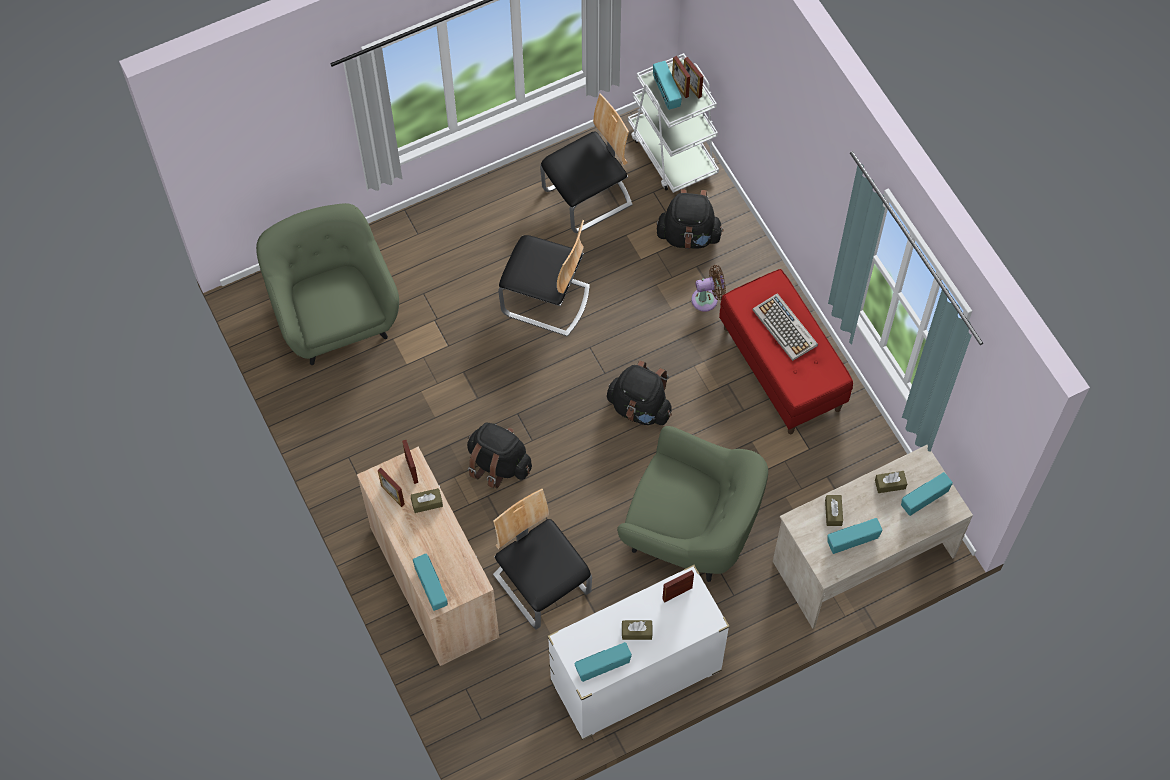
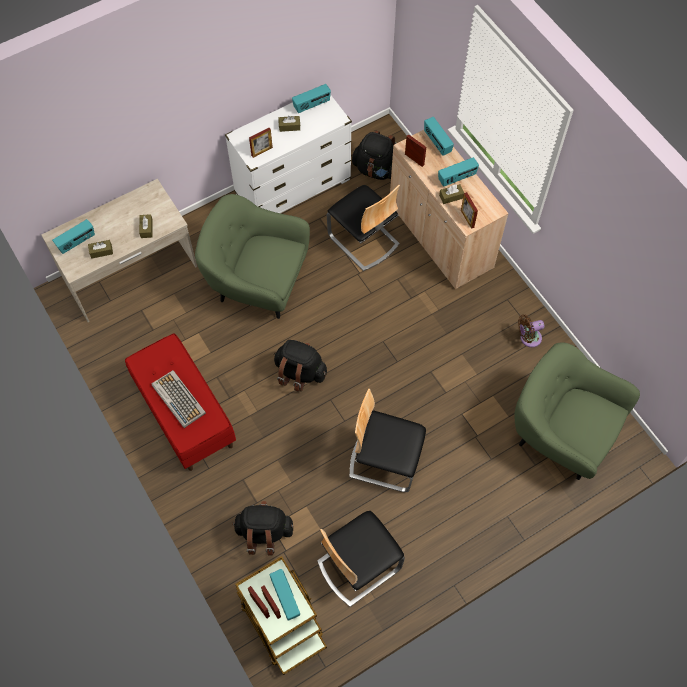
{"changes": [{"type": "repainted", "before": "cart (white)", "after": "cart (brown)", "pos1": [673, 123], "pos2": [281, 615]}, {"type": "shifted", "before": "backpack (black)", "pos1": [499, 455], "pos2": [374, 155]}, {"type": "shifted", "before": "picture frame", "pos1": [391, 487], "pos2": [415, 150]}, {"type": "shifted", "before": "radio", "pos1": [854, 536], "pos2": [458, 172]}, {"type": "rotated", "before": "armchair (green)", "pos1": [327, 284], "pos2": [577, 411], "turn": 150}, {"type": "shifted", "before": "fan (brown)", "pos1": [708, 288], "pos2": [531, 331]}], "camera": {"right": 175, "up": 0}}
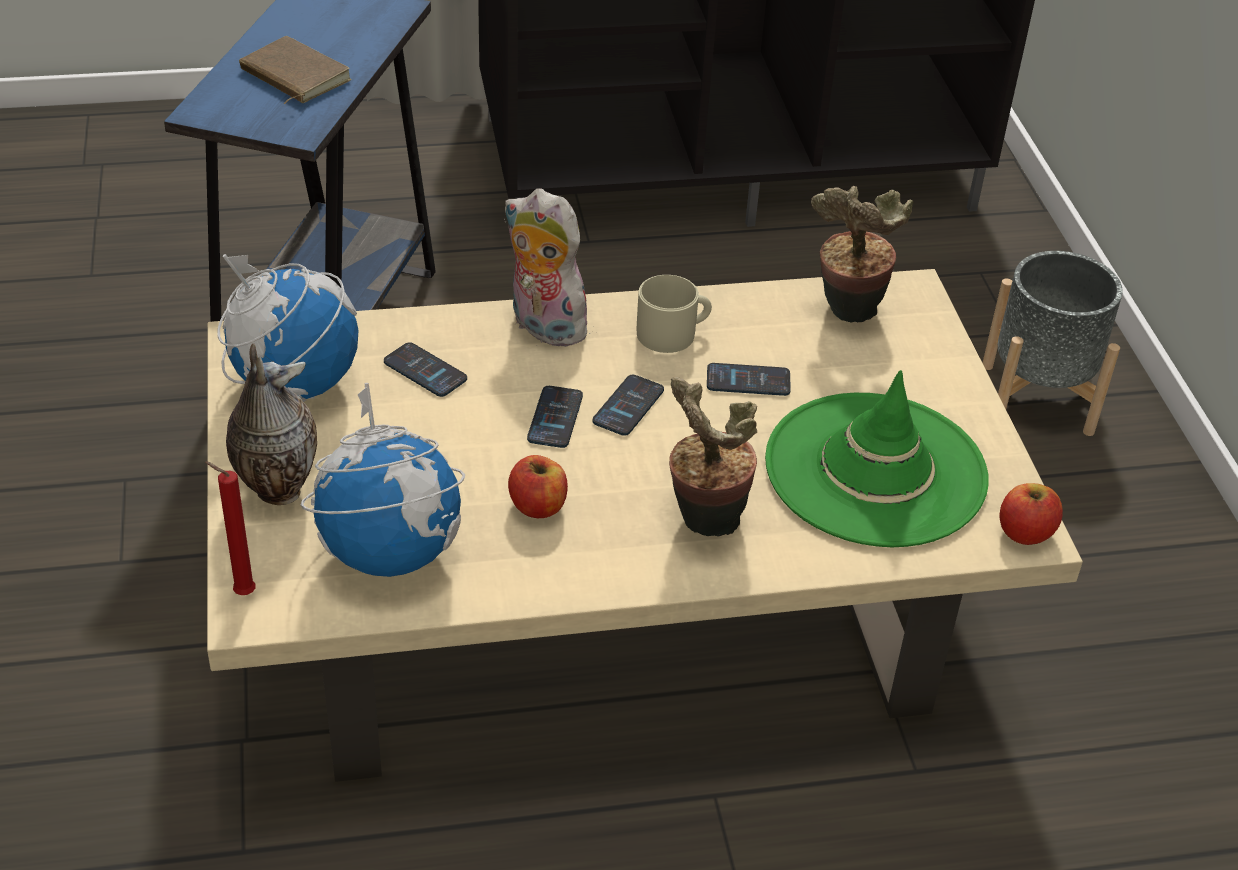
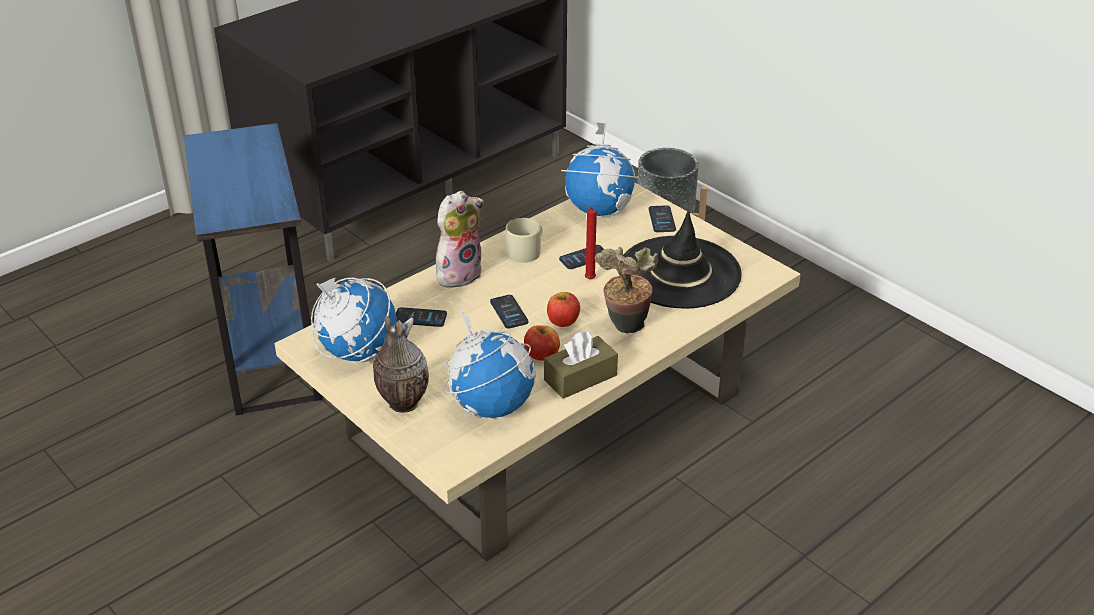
{"changes": [{"type": "rotated", "before": "plush toy", "pos1": [547, 268], "pos2": [460, 239], "turn": 135}, {"type": "new", "after": "tissue box (brown)", "pos2": [581, 365]}, {"type": "shifted", "before": "apple", "pos1": [1031, 514], "pos2": [563, 309]}, {"type": "swapped", "before": "potted plant", "after": "globe", "pos1": [862, 254], "pos2": [600, 169]}, {"type": "shifted", "before": "candle (red)", "pos1": [230, 528], "pos2": [590, 242]}, {"type": "repainted", "before": "hat (green)", "after": "hat (black)", "pos1": [877, 458], "pos2": [680, 259]}, {"type": "shifted", "before": "phone", "pos1": [628, 405], "pos2": [662, 218]}, {"type": "gone", "before": "book (brown)", "pos1": [295, 70]}], "camera": {"right": -30, "up": -5}}
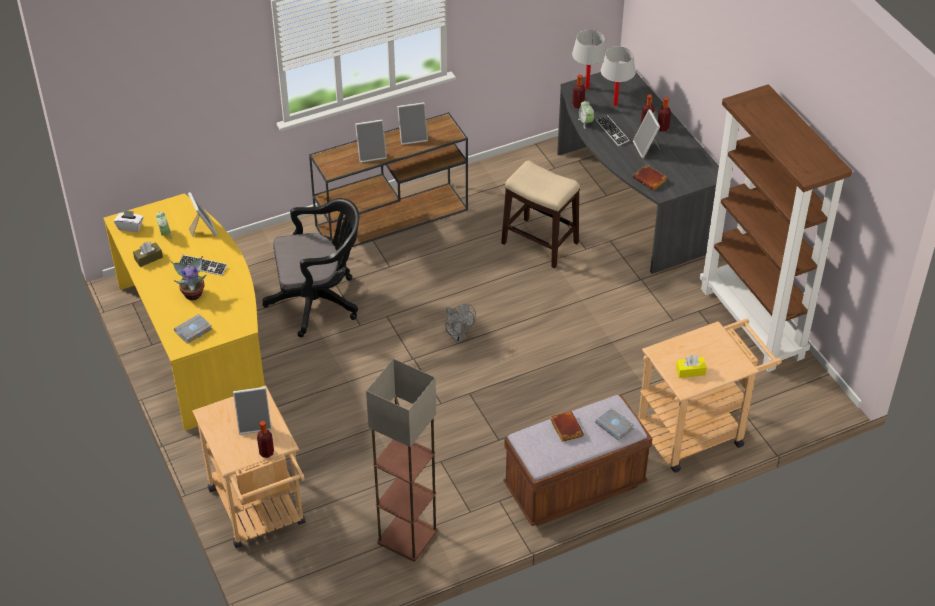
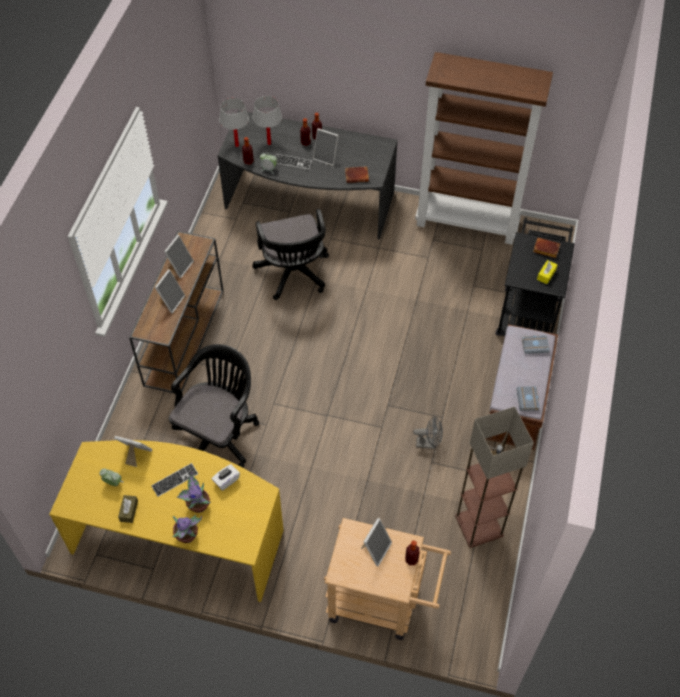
{"changes": [{"type": "new", "after": "potted plant", "pos2": [187, 529]}, {"type": "shifted", "before": "tissue box (white)", "pos1": [128, 221], "pos2": [226, 477]}, {"type": "swapped", "before": "stool", "after": "office chair (black)", "pos1": [540, 214], "pos2": [290, 254]}, {"type": "shifted", "before": "fan (grey)", "pos1": [460, 323], "pos2": [428, 432]}, {"type": "repainted", "before": "cart (beige)", "after": "cart (black)", "pos1": [710, 395], "pos2": [535, 276]}, {"type": "shifted", "before": "book (grey)", "pos1": [193, 329], "pos2": [528, 398]}, {"type": "shifted", "before": "book (brown)", "pos1": [567, 426], "pos2": [547, 248]}], "camera": {"right": -50, "up": 10}}
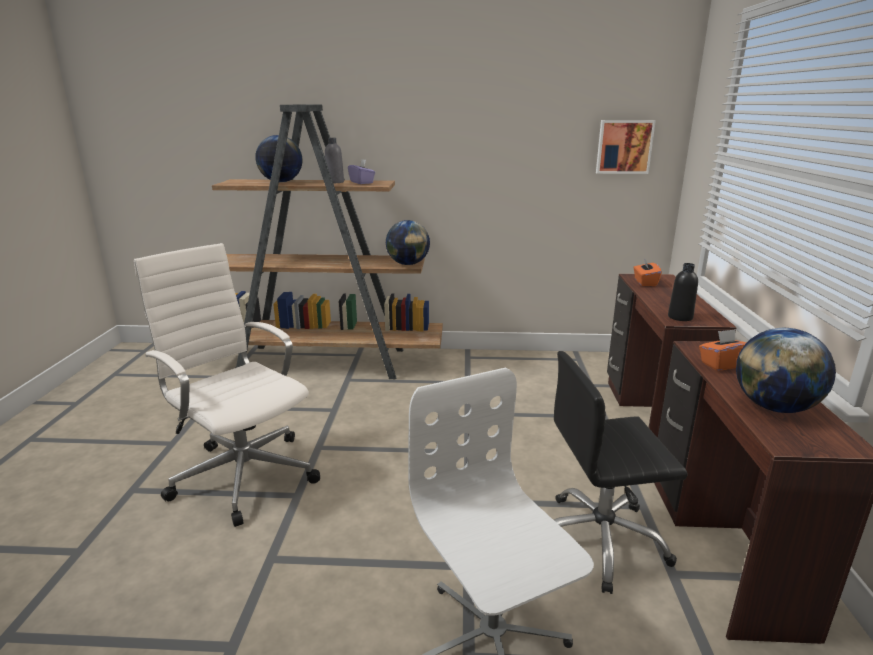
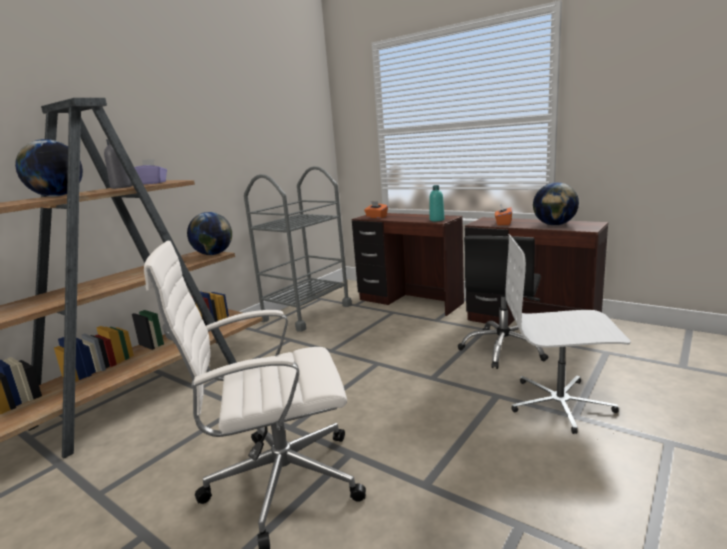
{"changes": [{"type": "new", "after": "cart (grey)", "pos2": [298, 249]}, {"type": "repainted", "before": "bottle (black)", "after": "bottle (turquoise)", "pos1": [683, 292], "pos2": [437, 203]}, {"type": "gone", "before": "picture", "pos1": [626, 147]}], "camera": {"right": -55, "up": -5}}
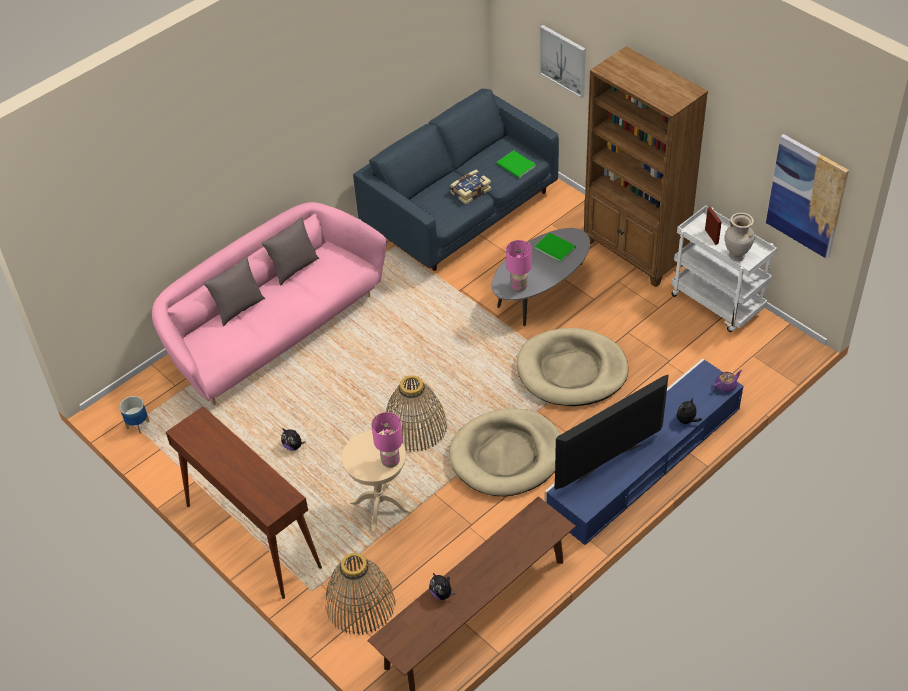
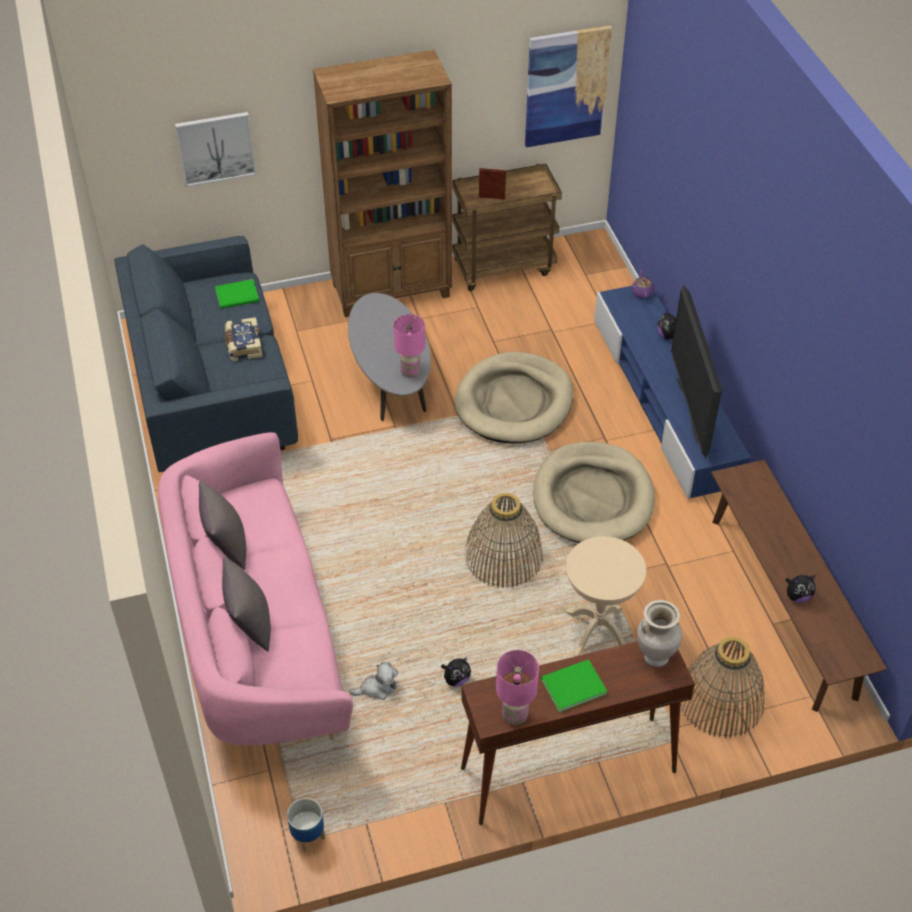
{"changes": [{"type": "new", "after": "plush toy", "pos2": [373, 681]}, {"type": "repainted", "before": "cart (white)", "after": "cart (brown)", "pos1": [724, 268], "pos2": [507, 227]}, {"type": "shifted", "before": "table lamp (pink)", "pos1": [387, 440], "pos2": [517, 687]}, {"type": "shifted", "before": "book (green)", "pos1": [555, 247], "pos2": [574, 685]}, {"type": "shifted", "before": "vase (beige)", "pos1": [740, 237], "pos2": [659, 633]}], "camera": {"right": -65, "up": 0}}
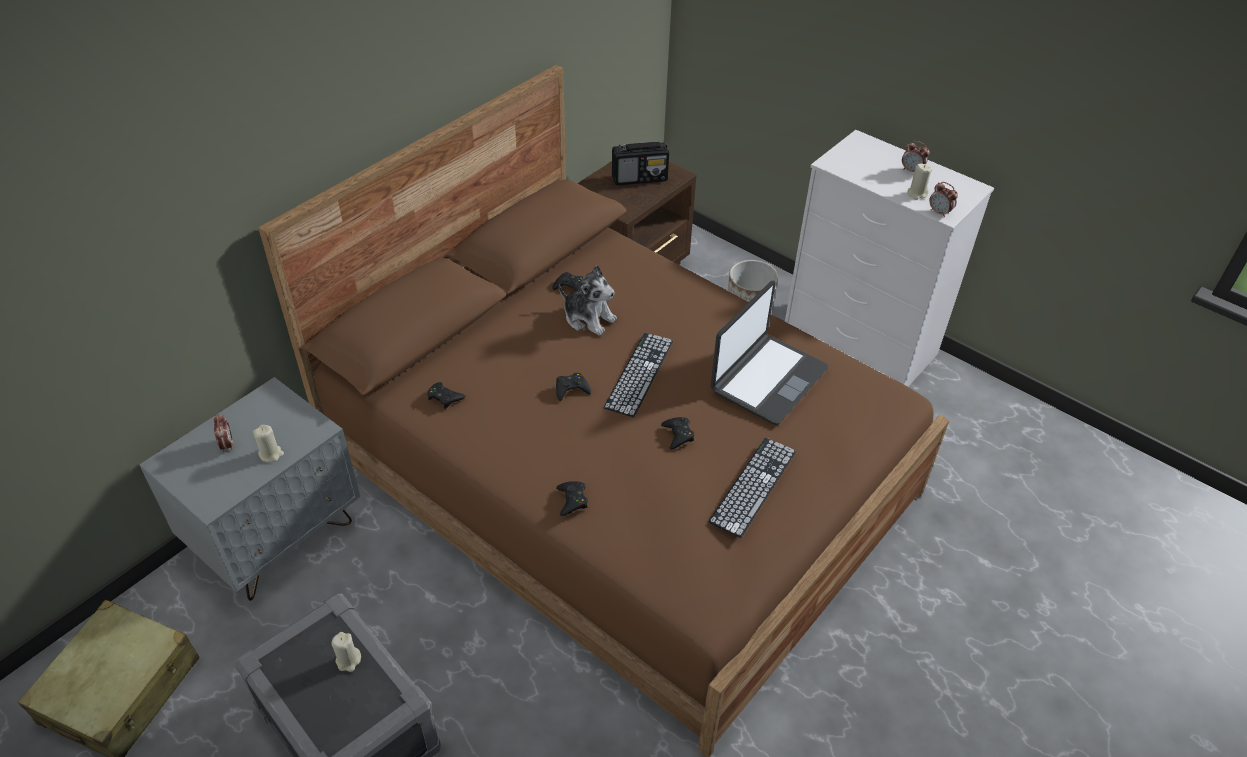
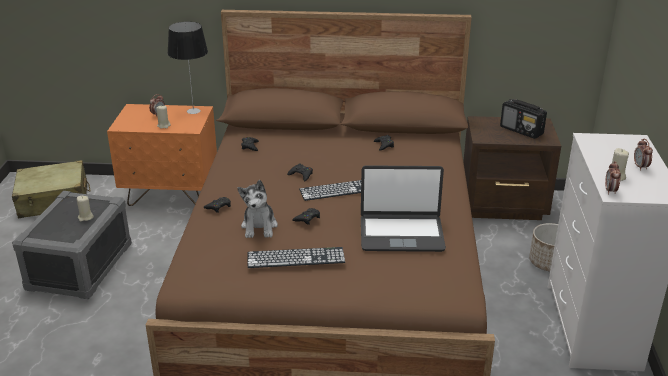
{"changes": [{"type": "repainted", "before": "nightstand (grey)", "after": "nightstand (orange)", "pos1": [249, 489], "pos2": [162, 155]}, {"type": "new", "after": "table lamp", "pos2": [187, 68]}, {"type": "shifted", "before": "plush toy", "pos1": [588, 300], "pos2": [257, 209]}], "camera": {"right": 55, "up": -15}}
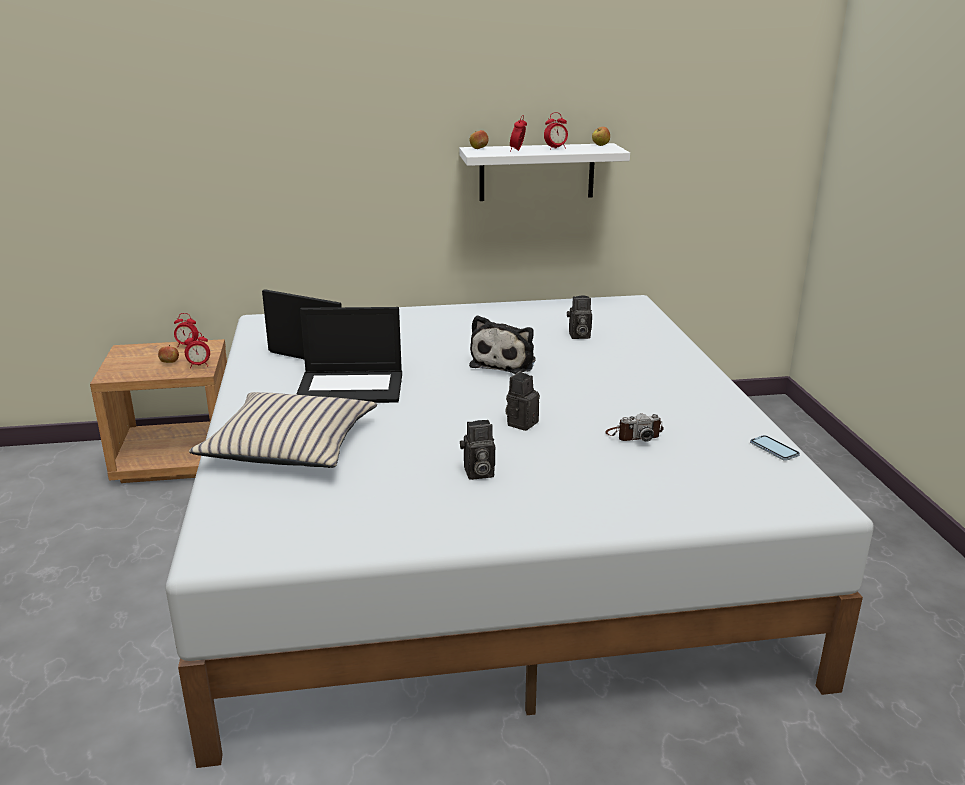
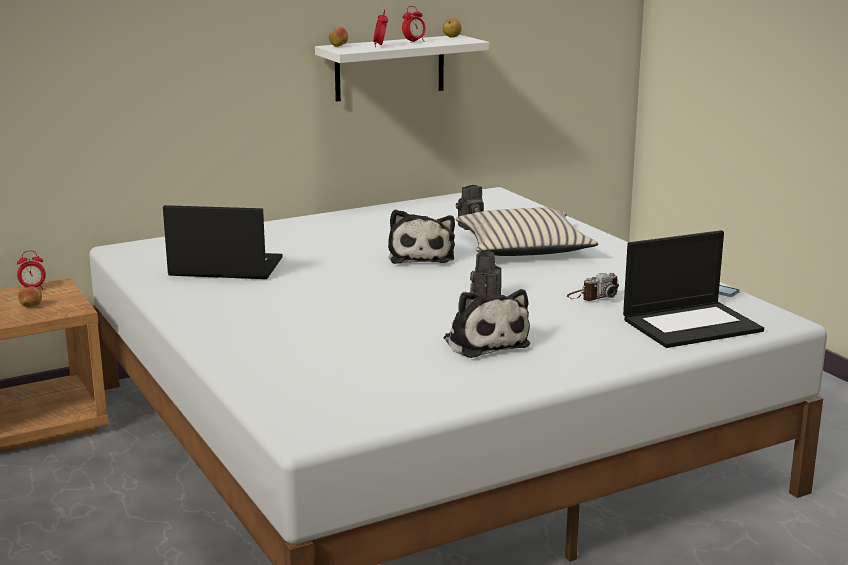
{"changes": [{"type": "swapped", "before": "photo camera", "after": "plush toy", "pos1": [477, 450], "pos2": [487, 323]}, {"type": "shifted", "before": "pillow (beige)", "pos1": [283, 430], "pos2": [527, 232]}, {"type": "shifted", "before": "laptop", "pos1": [349, 355], "pos2": [693, 289]}, {"type": "gone", "before": "alarm clock", "pos1": [197, 349]}], "camera": {"right": -20, "up": -5}}
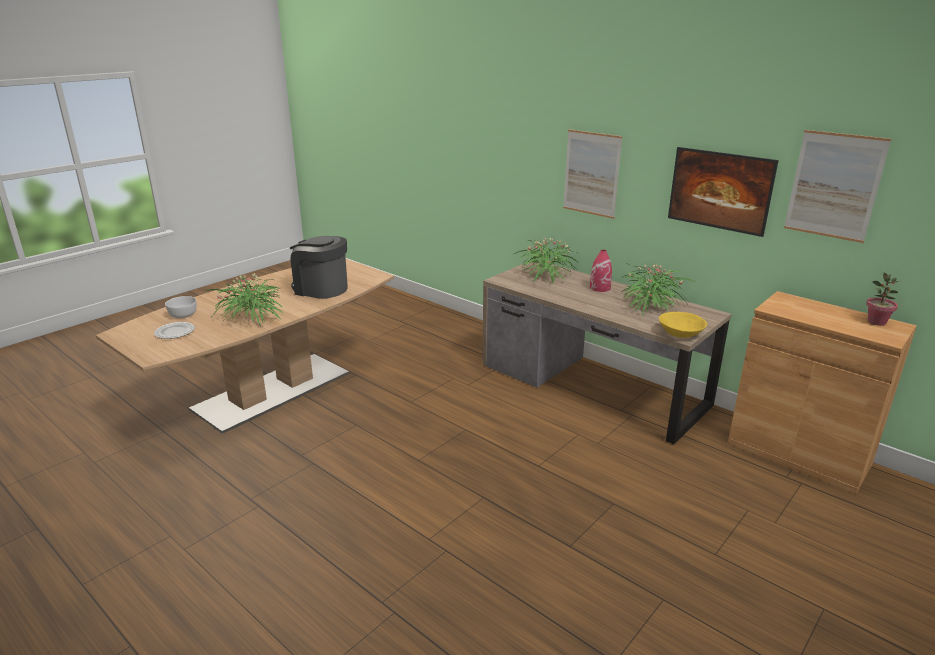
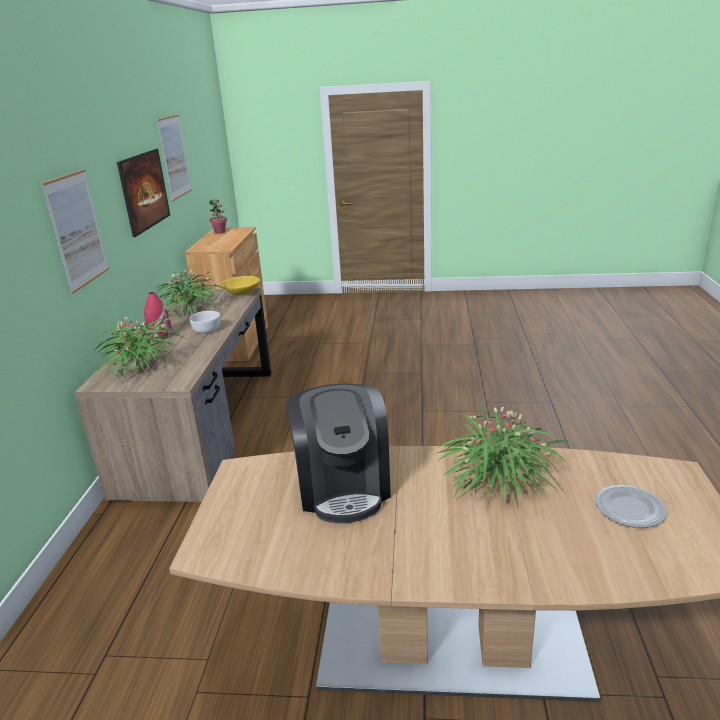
{"changes": [{"type": "shifted", "before": "bowl (white)", "pos1": [180, 307], "pos2": [204, 322]}], "camera": {"right": -125, "up": 0}}
